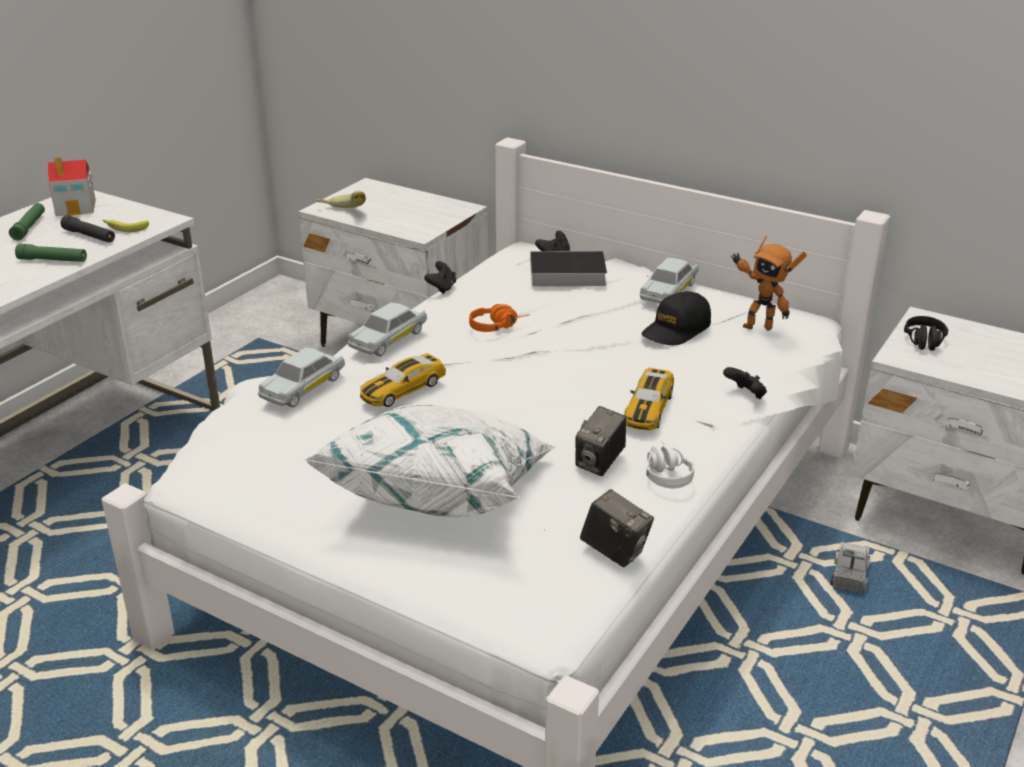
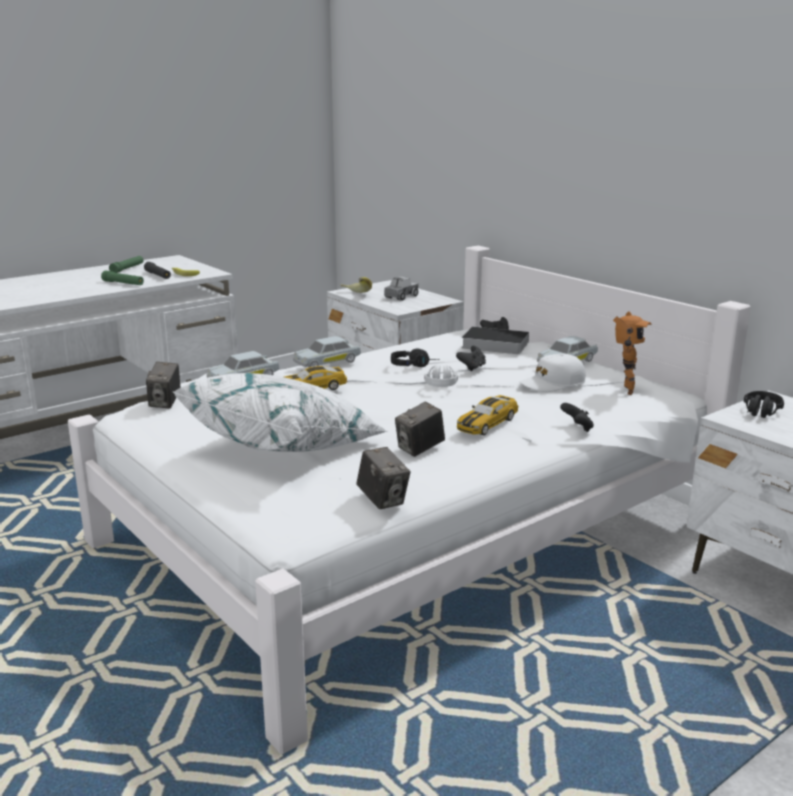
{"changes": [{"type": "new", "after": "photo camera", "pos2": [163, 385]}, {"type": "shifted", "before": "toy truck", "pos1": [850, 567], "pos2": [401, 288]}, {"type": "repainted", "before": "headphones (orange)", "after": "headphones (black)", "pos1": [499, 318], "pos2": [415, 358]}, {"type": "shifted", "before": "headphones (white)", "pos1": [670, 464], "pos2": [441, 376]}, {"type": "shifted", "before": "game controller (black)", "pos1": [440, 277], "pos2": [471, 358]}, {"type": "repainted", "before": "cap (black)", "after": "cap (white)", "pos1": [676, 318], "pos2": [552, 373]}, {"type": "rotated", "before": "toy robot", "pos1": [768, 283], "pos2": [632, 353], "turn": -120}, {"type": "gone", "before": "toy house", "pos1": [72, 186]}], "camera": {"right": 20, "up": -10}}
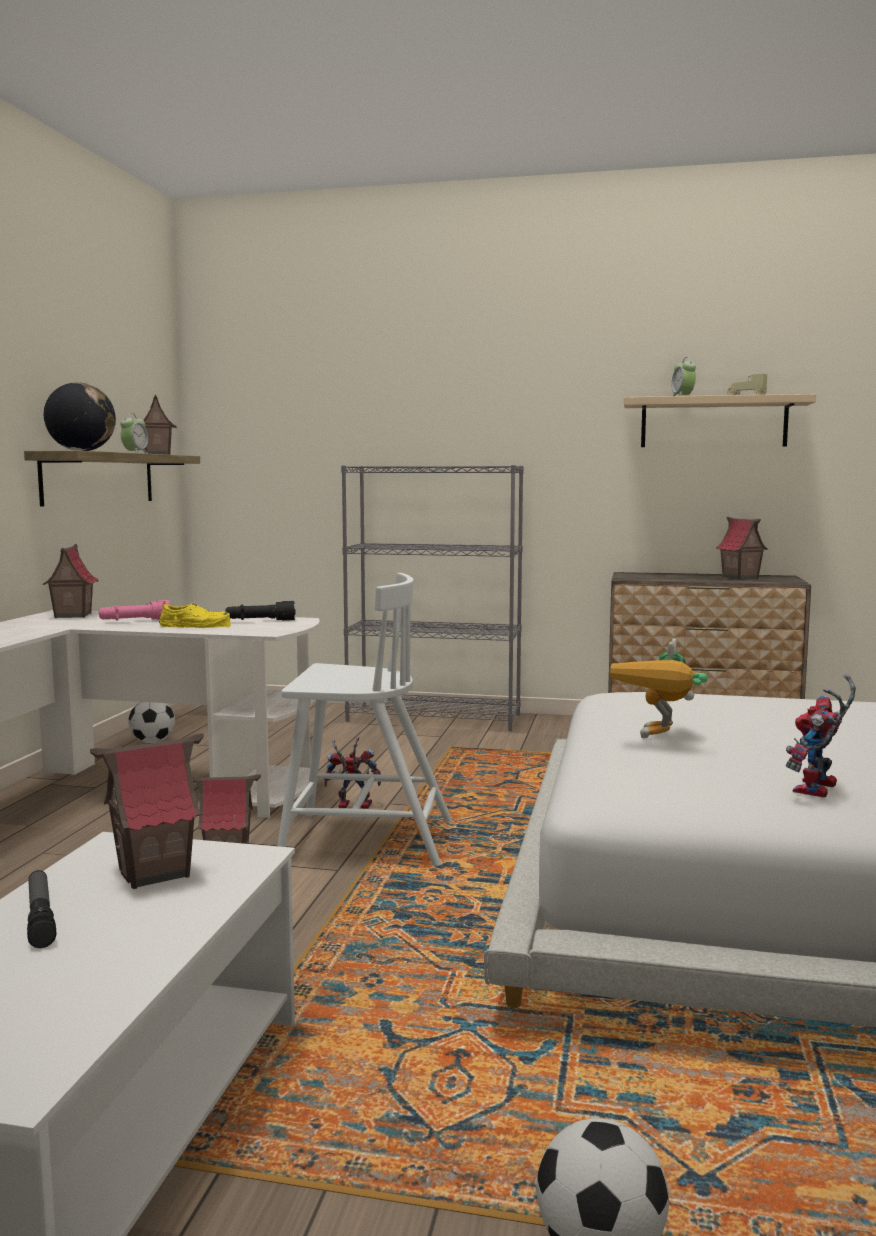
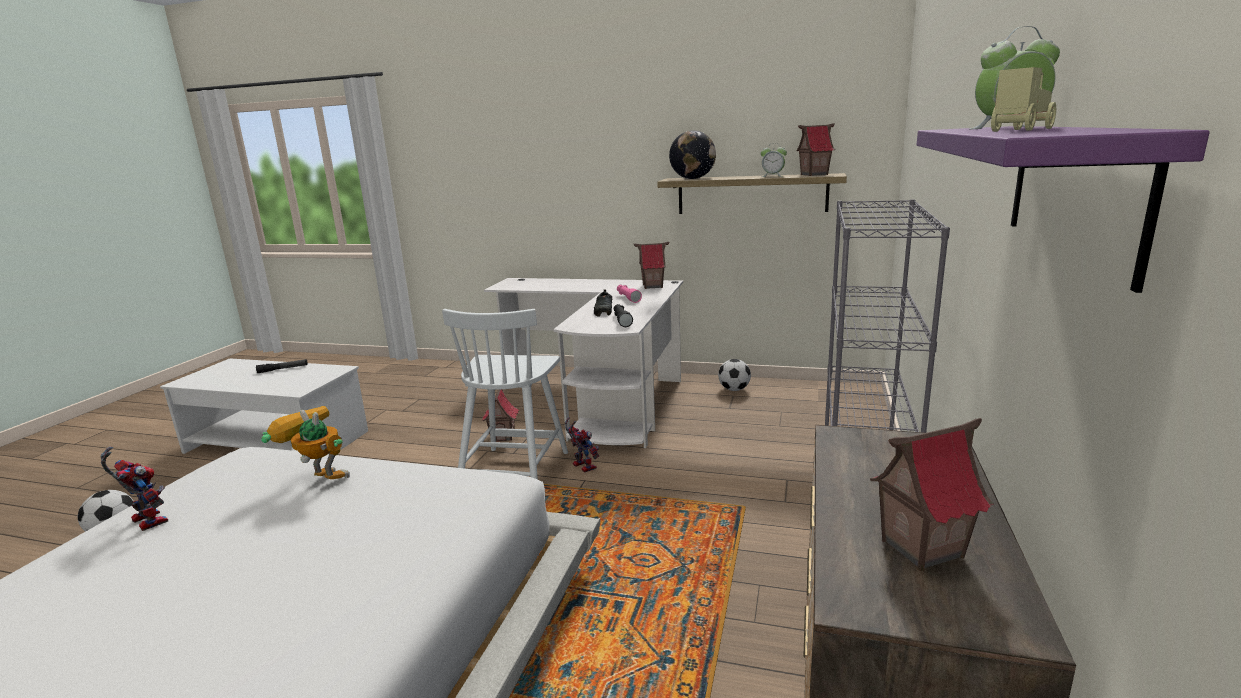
{"changes": [{"type": "rotated", "before": "toy robot", "pos1": [352, 773], "pos2": [582, 445], "turn": -45}, {"type": "repainted", "before": "shoe (yellow)", "after": "shoe (black)", "pos1": [195, 614], "pos2": [603, 303]}, {"type": "repainted", "before": "shelf (beige)", "after": "shelf (purple)", "pos1": [720, 420], "pos2": [1063, 209]}, {"type": "gone", "before": "toy house", "pos1": [147, 811]}], "camera": {"right": 95, "up": 10}}
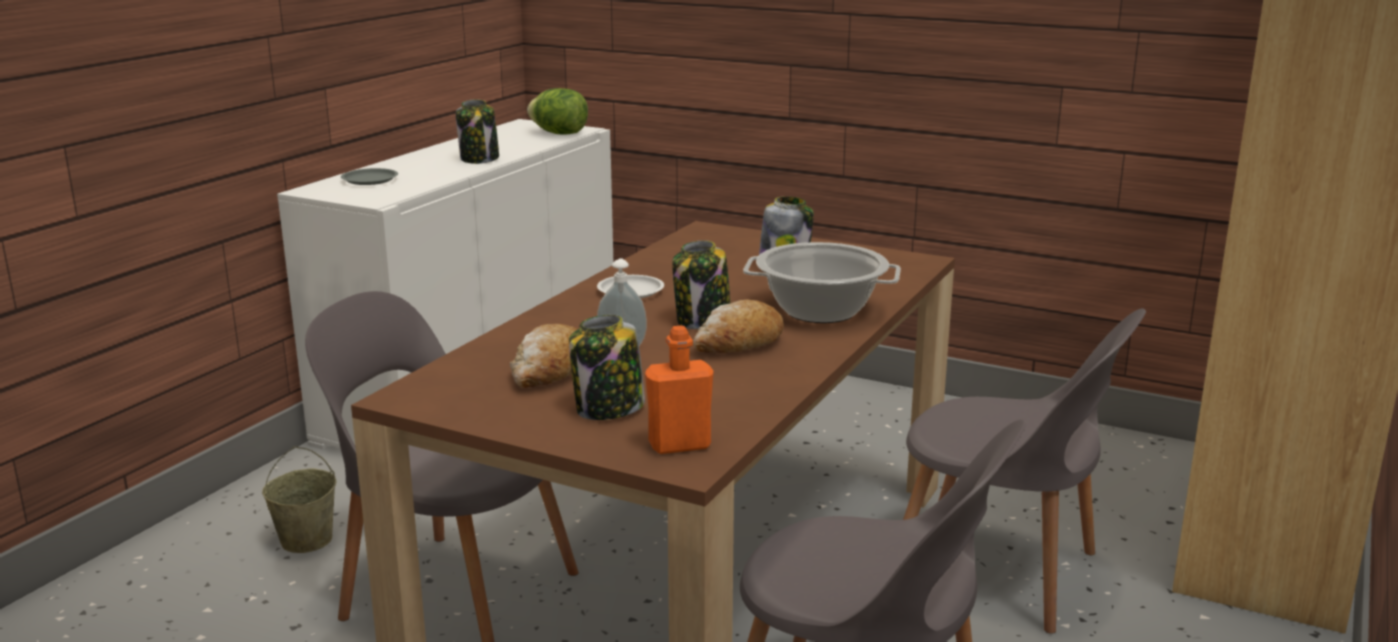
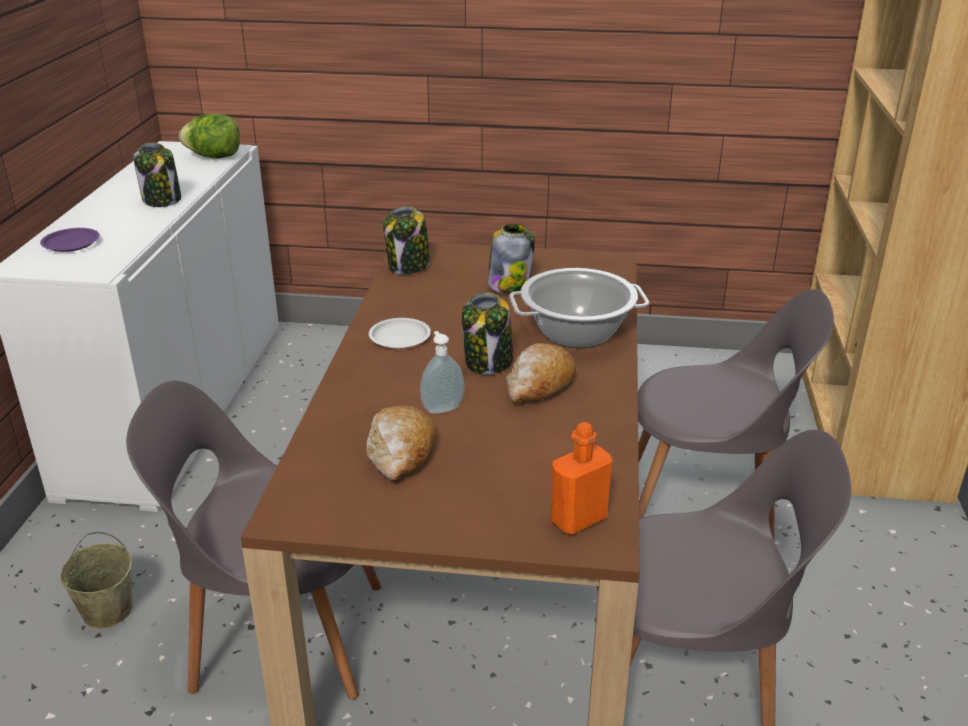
{"changes": [{"type": "repainted", "before": "plate (grey)", "after": "plate (purple)", "pos1": [369, 176], "pos2": [70, 240]}, {"type": "shifted", "before": "jar", "pos1": [607, 367], "pos2": [407, 240]}], "camera": {"right": -20, "up": 10}}
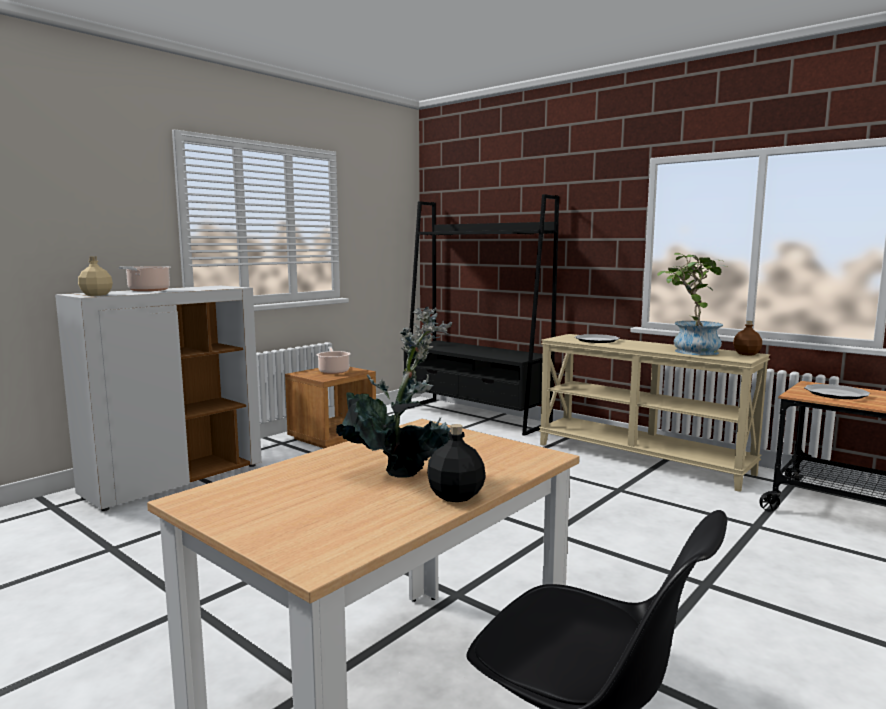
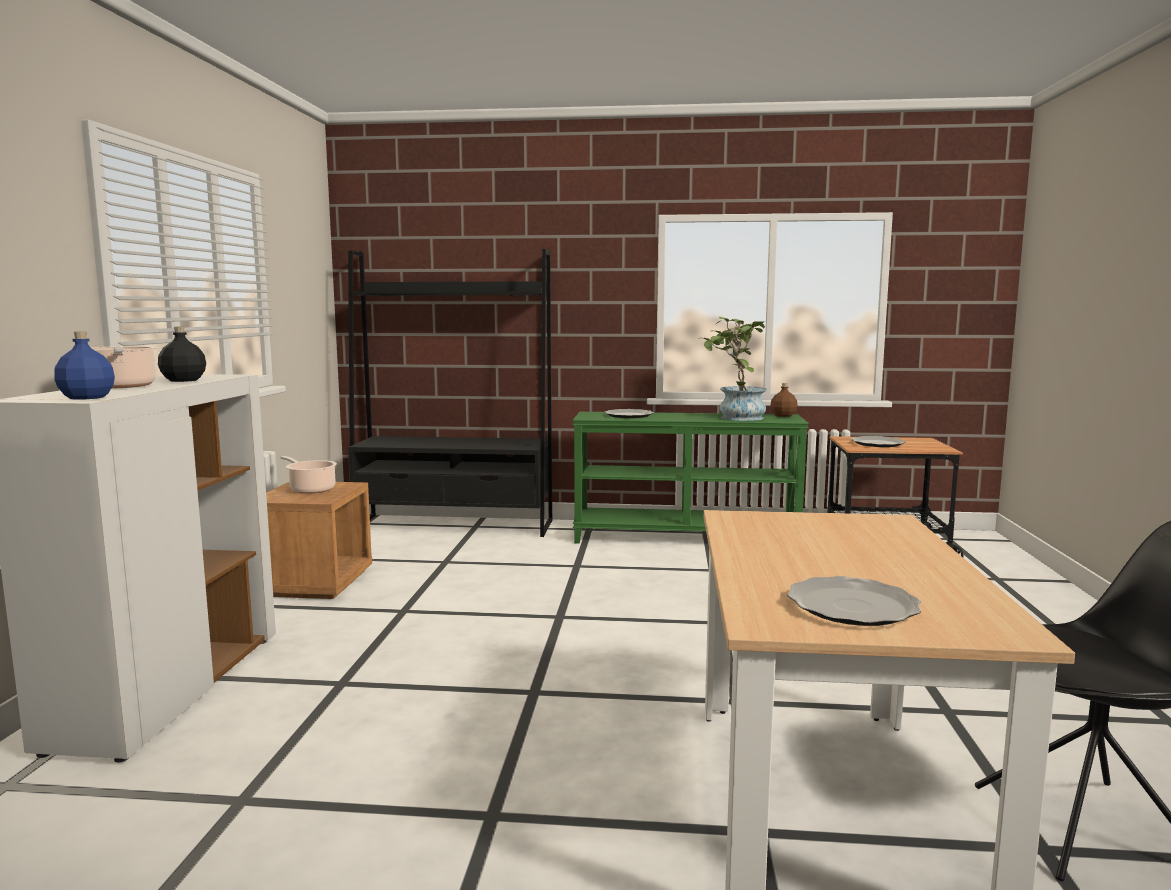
{"changes": [{"type": "repainted", "before": "bottle (beige)", "after": "bottle (blue)", "pos1": [95, 276], "pos2": [84, 366]}, {"type": "shifted", "before": "bottle (black)", "pos1": [456, 463], "pos2": [182, 354]}, {"type": "repainted", "before": "console table (beige)", "after": "console table (green)", "pos1": [654, 413], "pos2": [691, 477]}, {"type": "new", "after": "plate", "pos2": [854, 601]}, {"type": "gone", "before": "potted plant", "pos1": [394, 392]}], "camera": {"right": -35, "up": 0}}
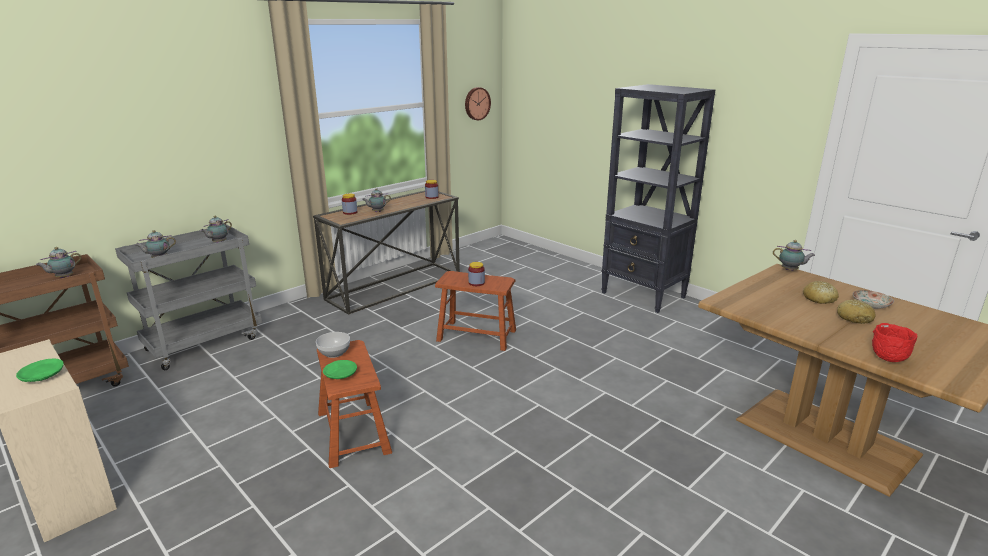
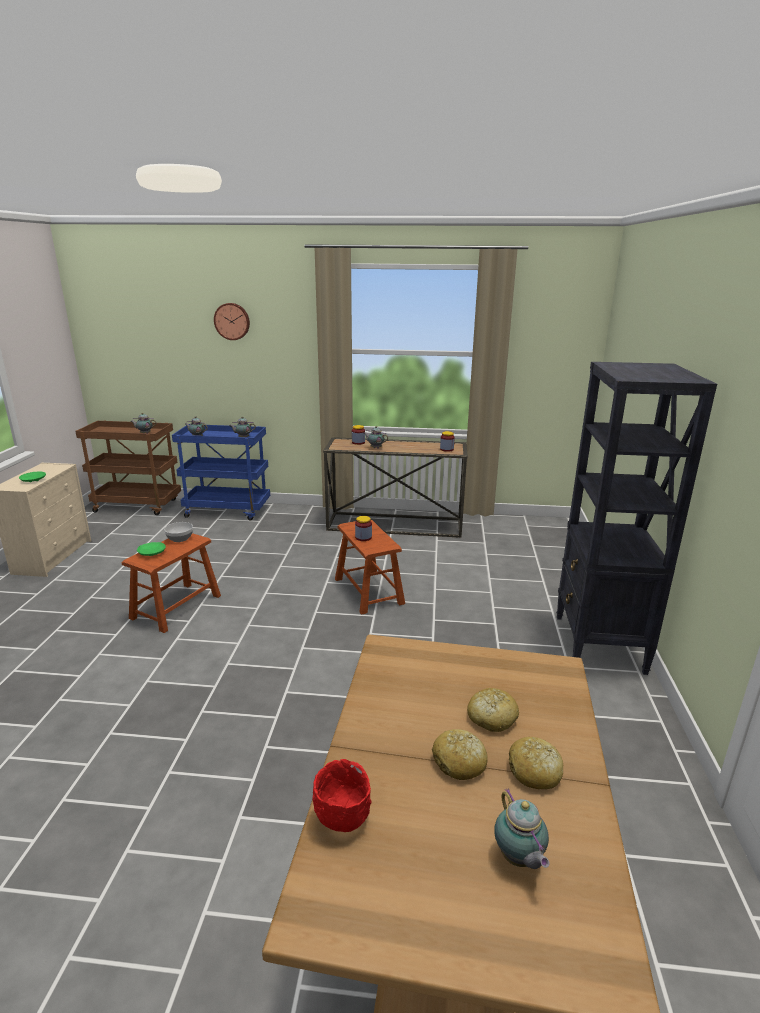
{"changes": [{"type": "repainted", "before": "cart (grey)", "after": "cart (blue)", "pos1": [188, 297], "pos2": [221, 472]}, {"type": "shifted", "before": "wall clock", "pos1": [478, 103], "pos2": [232, 321]}, {"type": "shifted", "before": "teapot", "pos1": [794, 255], "pos2": [522, 828]}, {"type": "swapped", "before": "plate", "after": "bread", "pos1": [873, 299], "pos2": [536, 763]}], "camera": {"right": 50, "up": 0}}
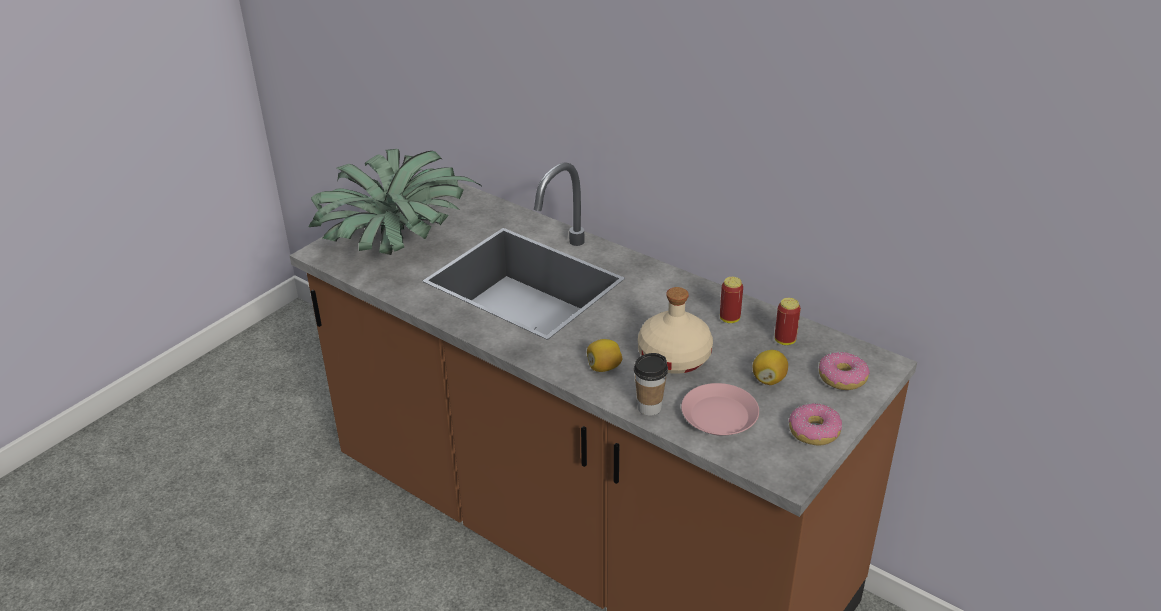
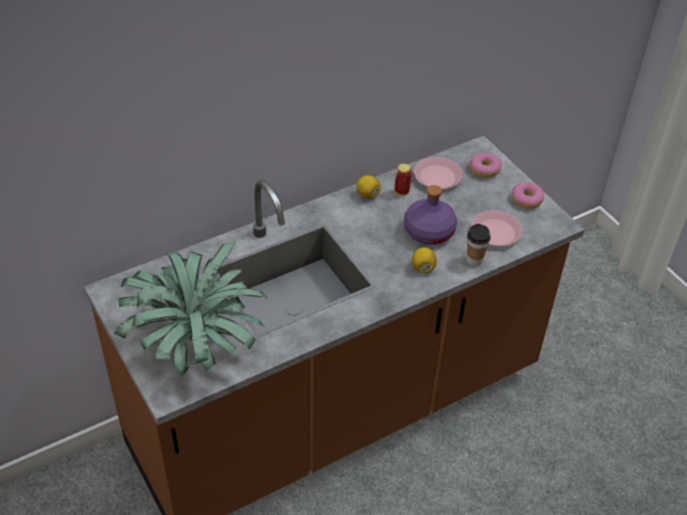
{"changes": [{"type": "shifted", "before": "lemon", "pos1": [770, 367], "pos2": [368, 187]}, {"type": "repainted", "before": "bottle (beige)", "after": "bottle (purple)", "pos1": [675, 330], "pos2": [430, 215]}, {"type": "swapped", "before": "can", "after": "plate (pink)", "pos1": [788, 321], "pos2": [438, 173]}], "camera": {"right": -70, "up": 10}}
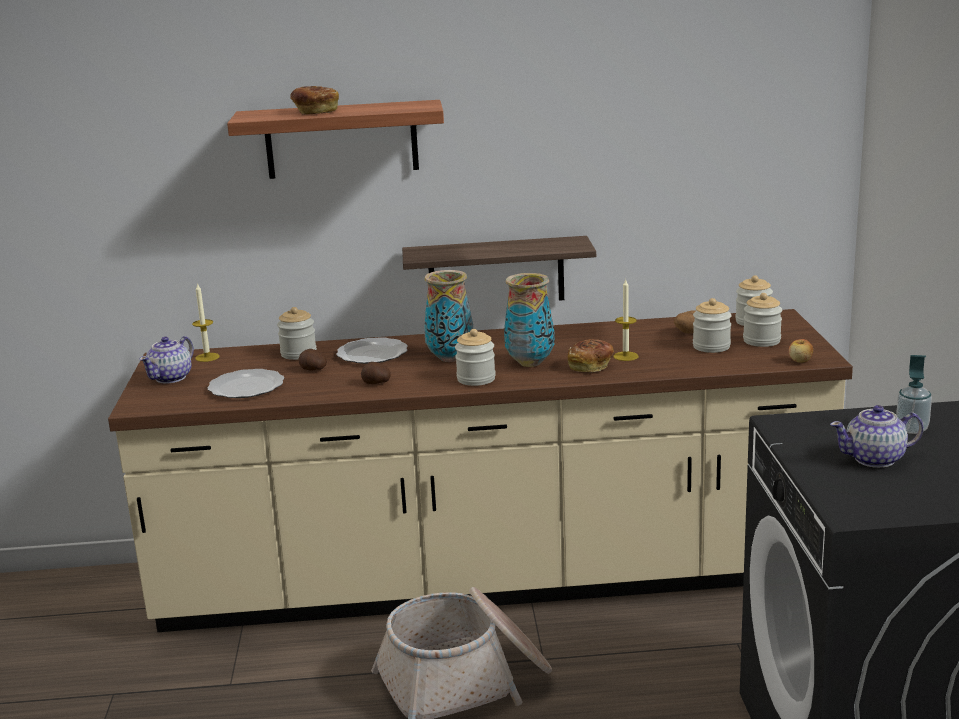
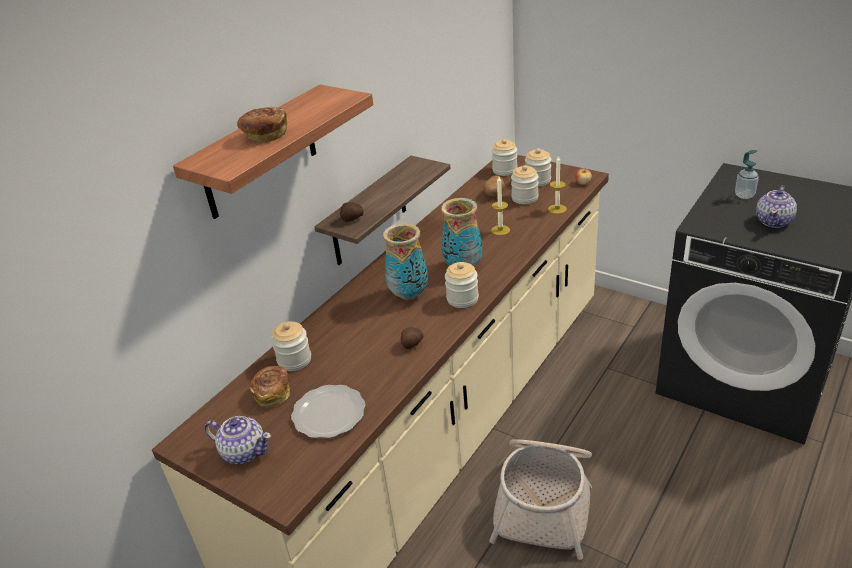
{"changes": [{"type": "rotated", "before": "teapot", "pos1": [166, 359], "pos2": [238, 440], "turn": -45}, {"type": "shifted", "before": "bread", "pos1": [591, 355], "pos2": [270, 387]}, {"type": "shifted", "before": "potato", "pos1": [313, 360], "pos2": [352, 212]}, {"type": "shifted", "before": "candle", "pos1": [206, 322], "pos2": [557, 184]}, {"type": "gone", "before": "plate", "pos1": [372, 350]}], "camera": {"right": -50, "up": 15}}
